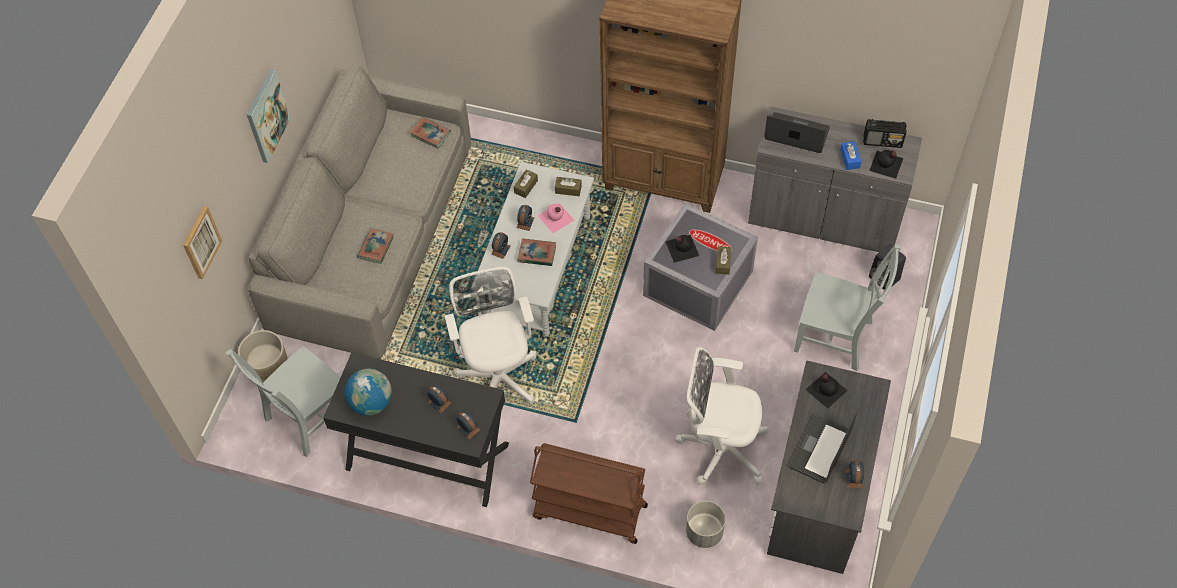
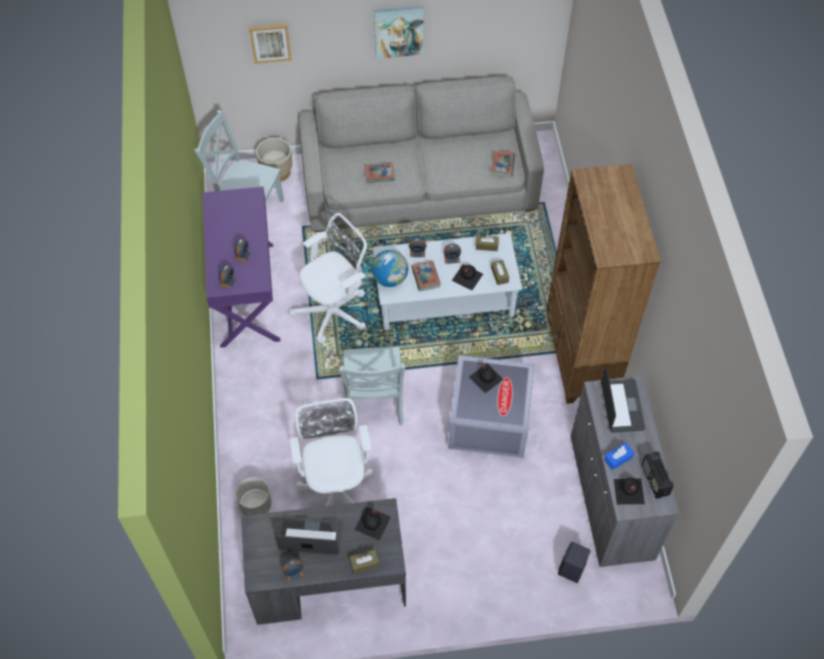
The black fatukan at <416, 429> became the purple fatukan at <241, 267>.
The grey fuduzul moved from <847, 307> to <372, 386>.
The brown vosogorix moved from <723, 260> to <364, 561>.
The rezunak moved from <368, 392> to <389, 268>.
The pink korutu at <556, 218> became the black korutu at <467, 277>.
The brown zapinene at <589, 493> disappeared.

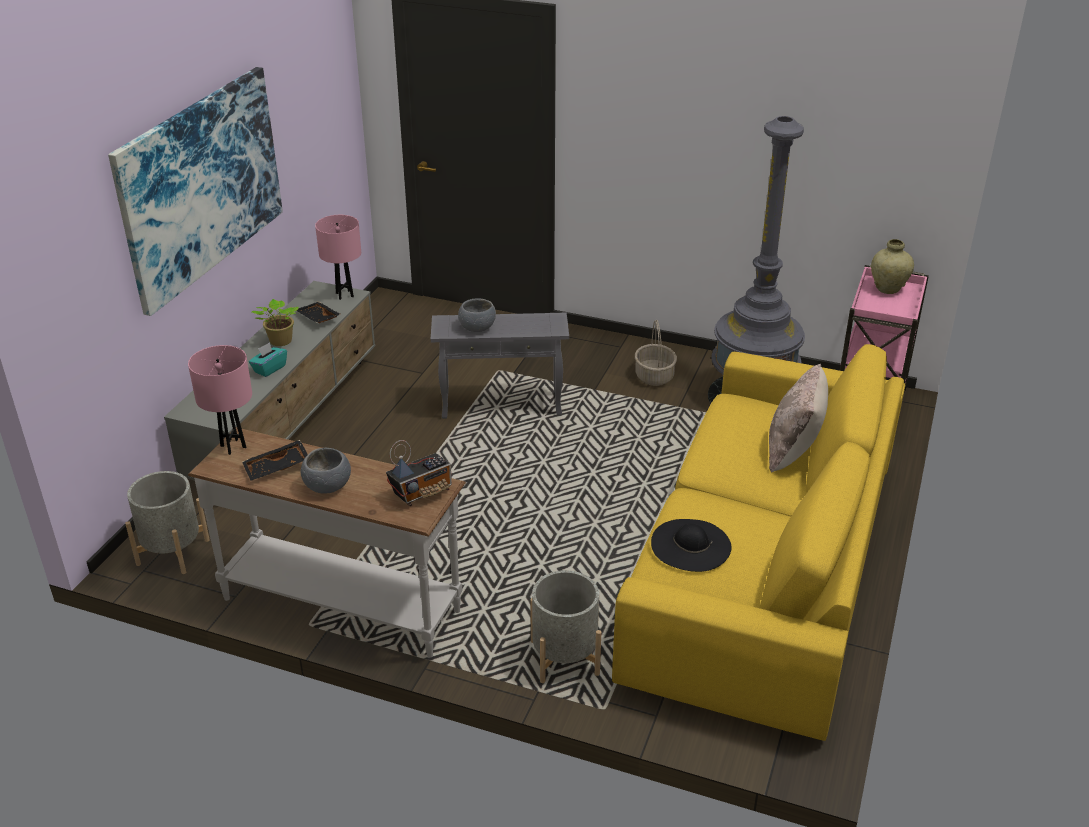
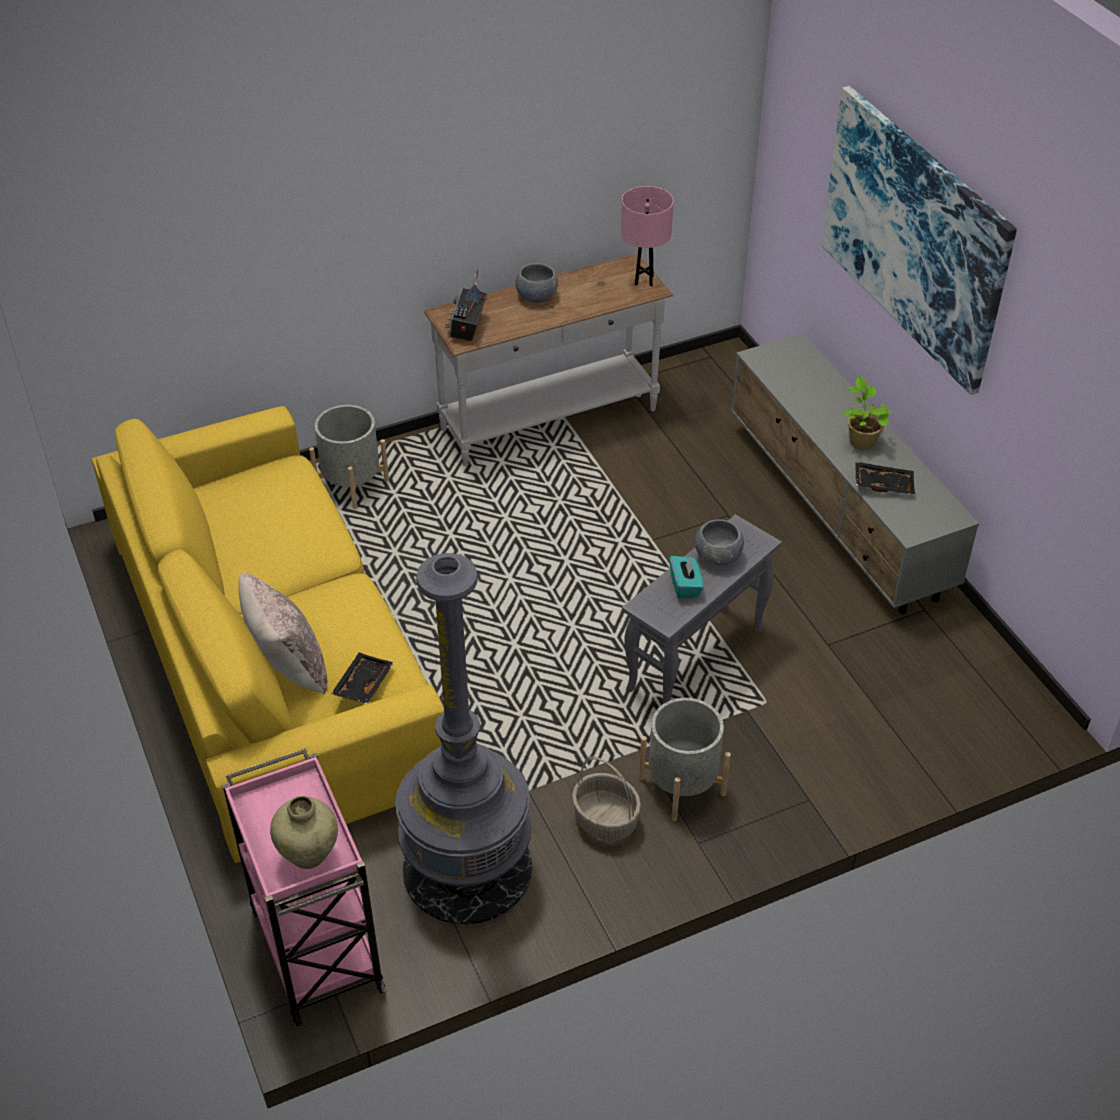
The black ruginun moved from <275, 460> to <362, 678>.
The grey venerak moved from <167, 522> to <685, 759>.
The turquoise vosogorix moved from <268, 359> to <686, 577>.
The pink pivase at <338, 257> disappeared.
The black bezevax at <691, 545> disappeared.

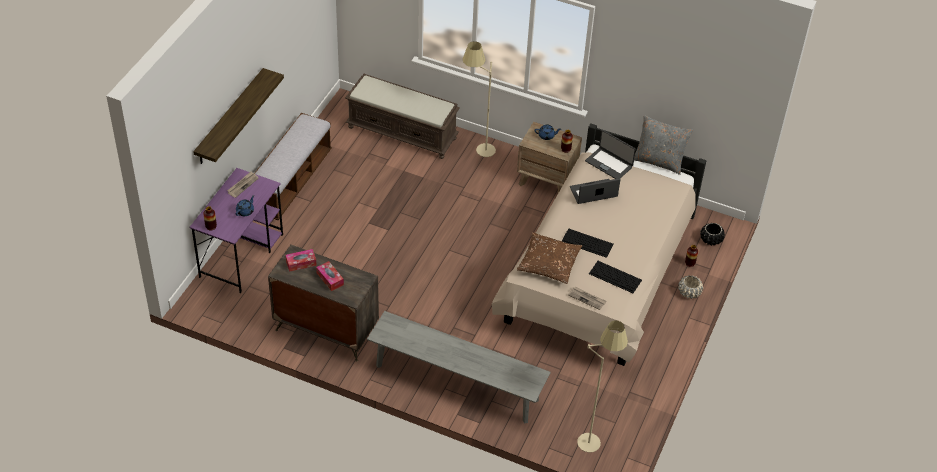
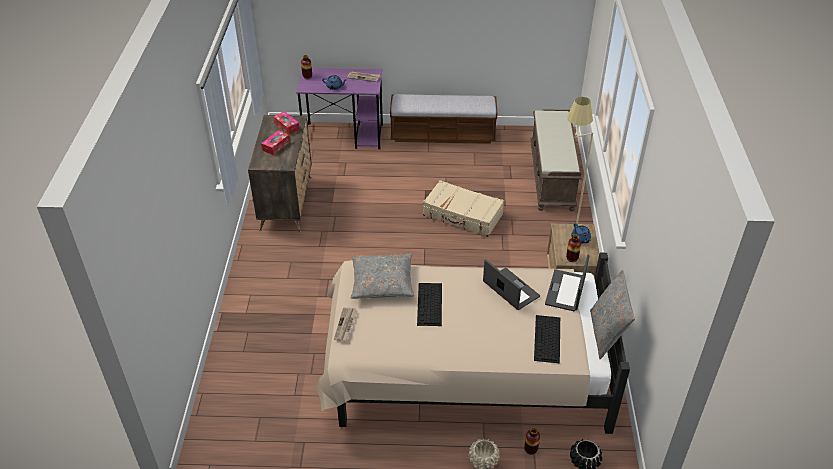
The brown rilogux at <549, 258> became the grey rilogux at <383, 276>.
The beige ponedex at <463, 208> appeared.
The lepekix moved from <615, 277> to <547, 339>.
The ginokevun at <238, 116> disappeared.
The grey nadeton at <459, 367> disappeared.
The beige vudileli at <602, 386> disappeared.

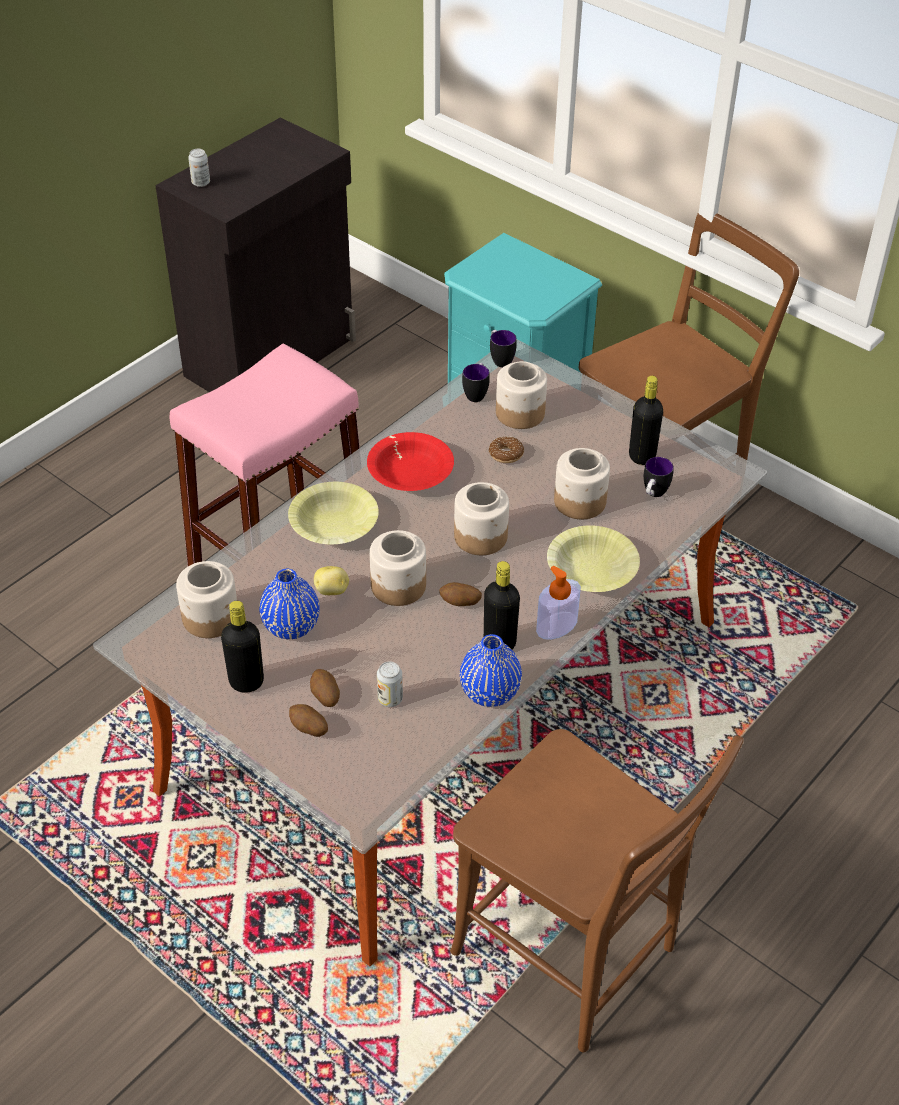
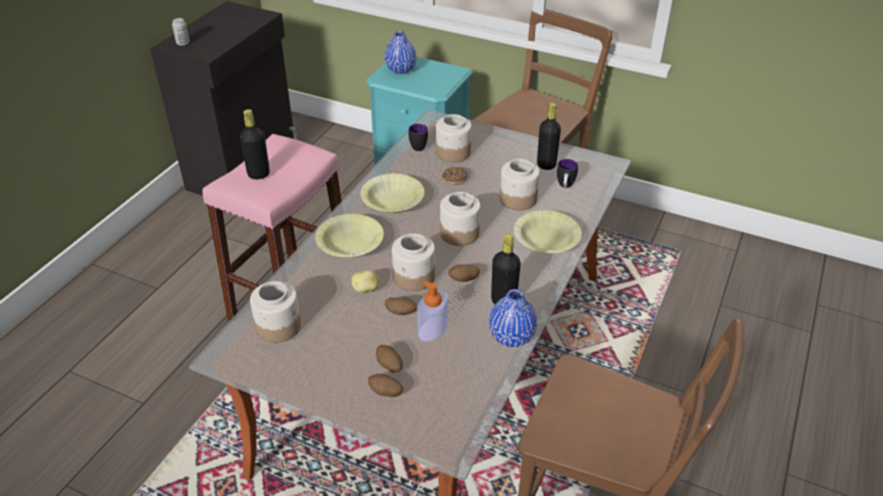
The black korutu moved from <242, 647> to <255, 144>.
The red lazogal at <410, 461> became the yellow lazogal at <392, 193>.
The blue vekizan moved from <289, 604> to <400, 52>.
The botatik at <401, 306> appeared.
The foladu moved from <558, 603> to <432, 311>.
The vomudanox at <390, 684> disappeared.
The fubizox at <503, 348> disappeared.

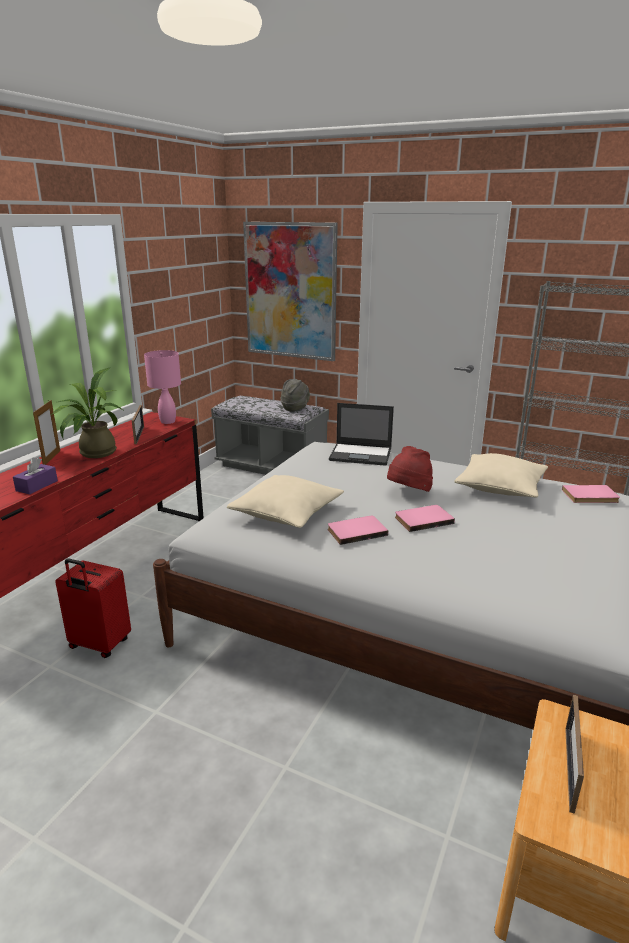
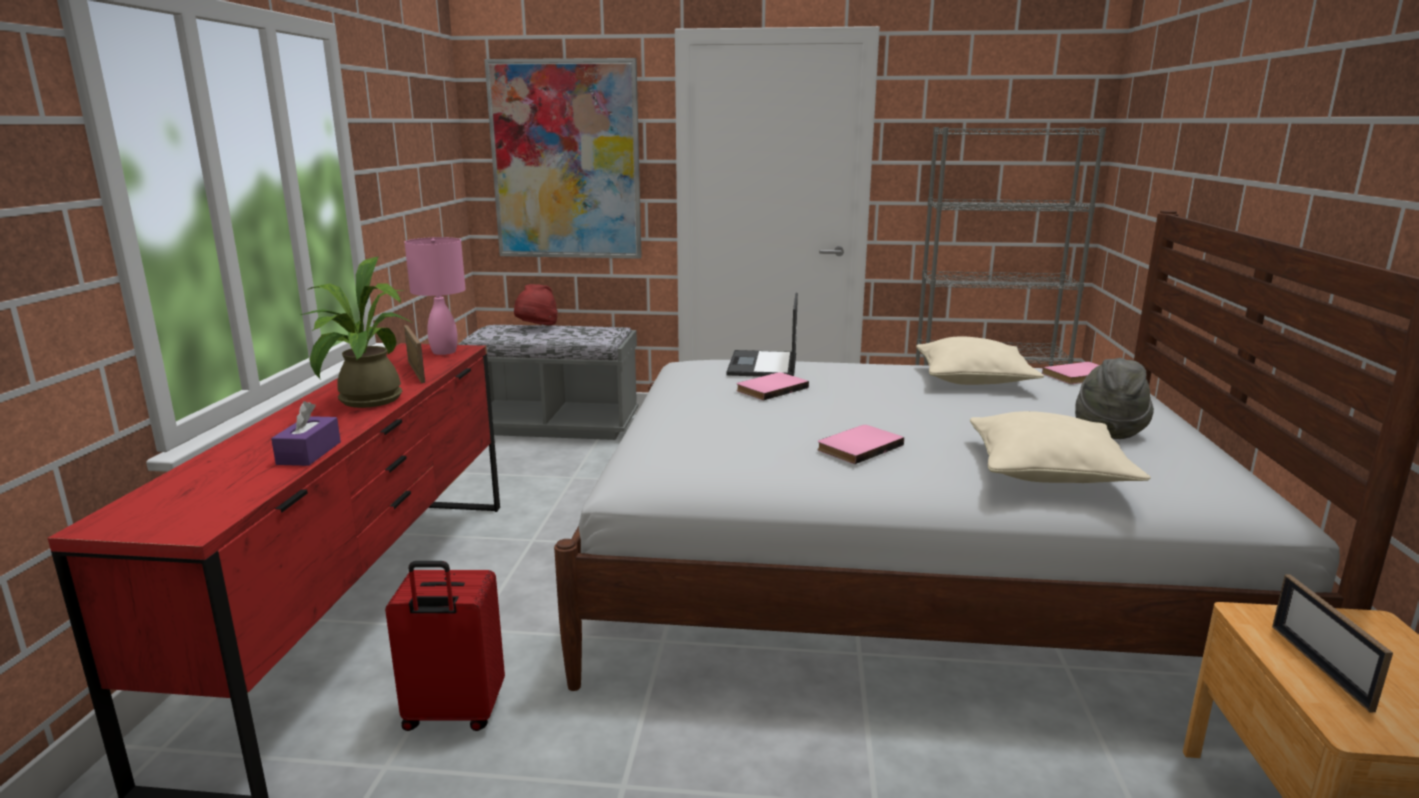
The red bezevax moved from <410, 469> to <536, 304>.
The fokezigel at <361, 434> turned 105 degrees clockwise.
The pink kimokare moved from <425, 518> to <772, 386>.
The beige rilogux moved from <285, 501> to <1060, 447>.
The grey bezevax moved from <295, 395> to <1114, 398>.
The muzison at <46, 432> disappeared.

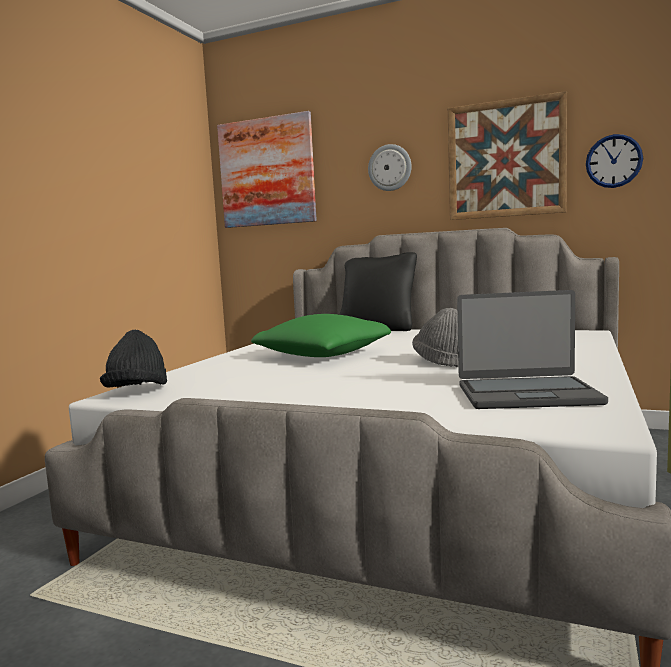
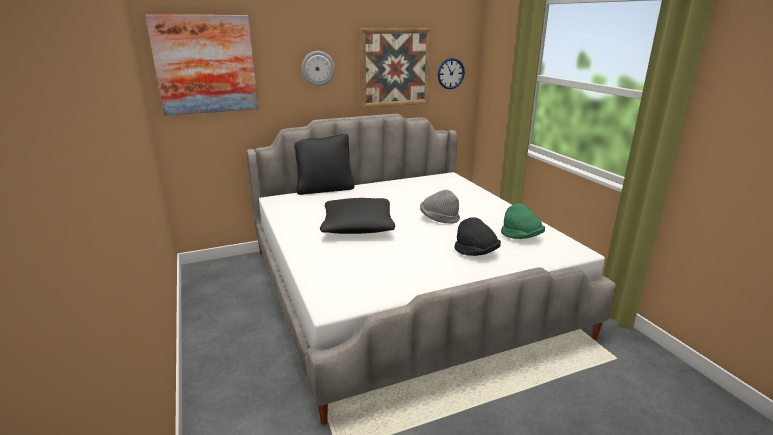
The green rilogux at <321, 335> became the black rilogux at <357, 216>.
The black bezevax moved from <133, 359> to <477, 236>.
The fokezigel at <532, 349> was replaced by the green bezevax at <523, 221>.

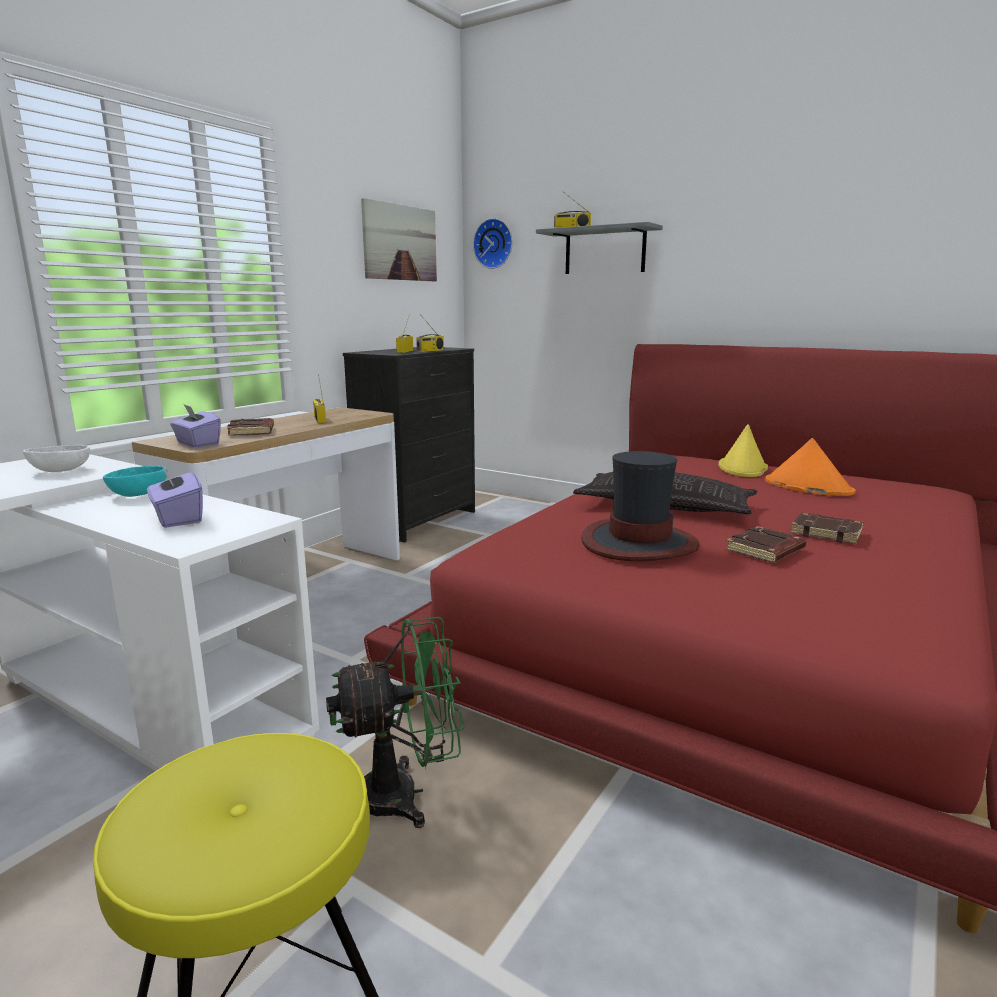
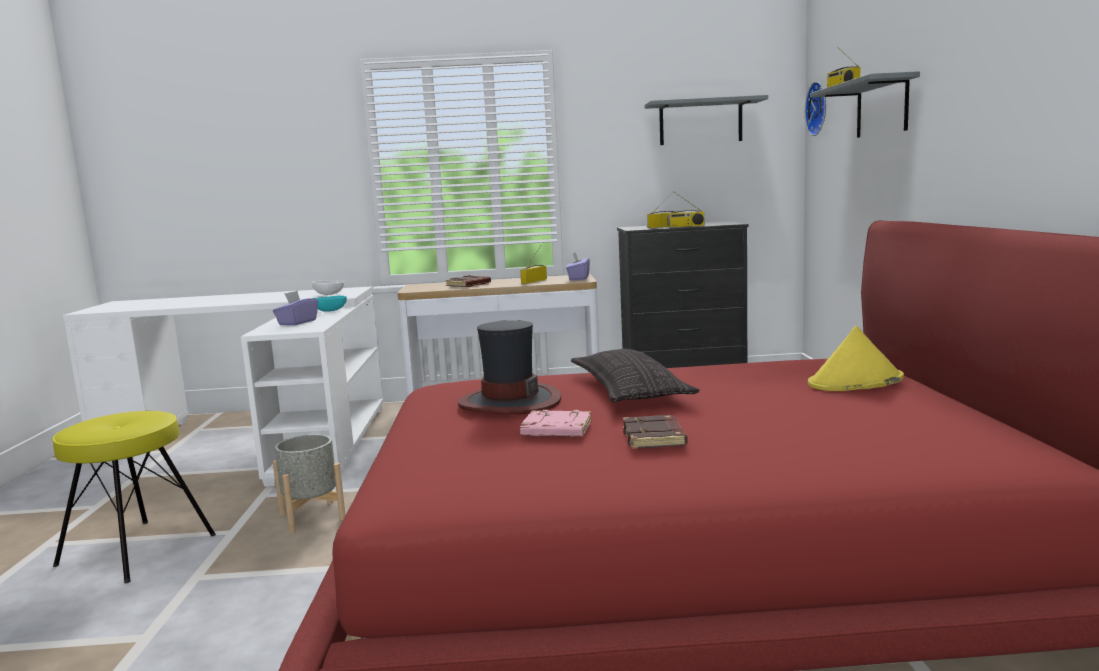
The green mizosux at <395, 722> was replaced by the grey venerak at <309, 483>.
The brown kimokare at <766, 544> became the pink kimokare at <555, 423>.
The purple vosogorix moved from <195, 426> to <578, 266>.
The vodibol at <399, 239> was replaced by the grey ginokevun at <706, 120>.
The orange bezevax at <810, 467> disappeared.

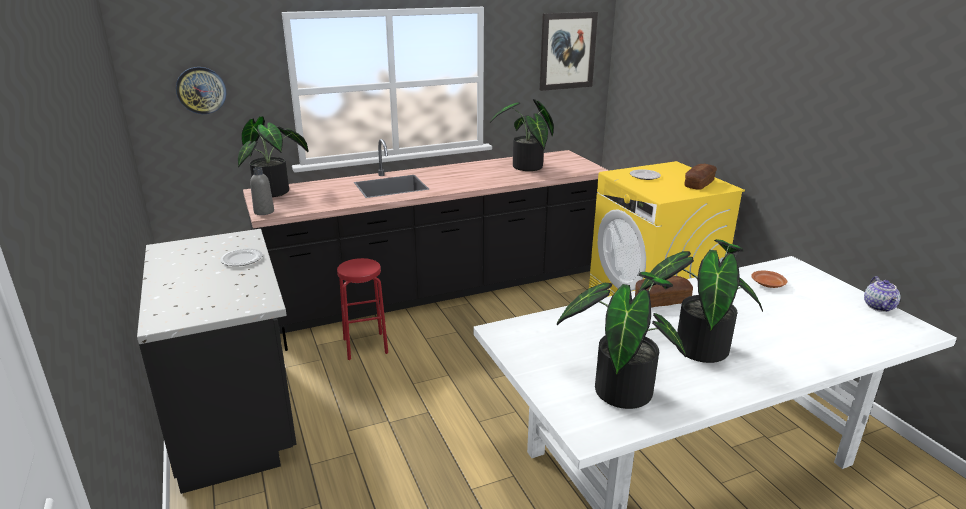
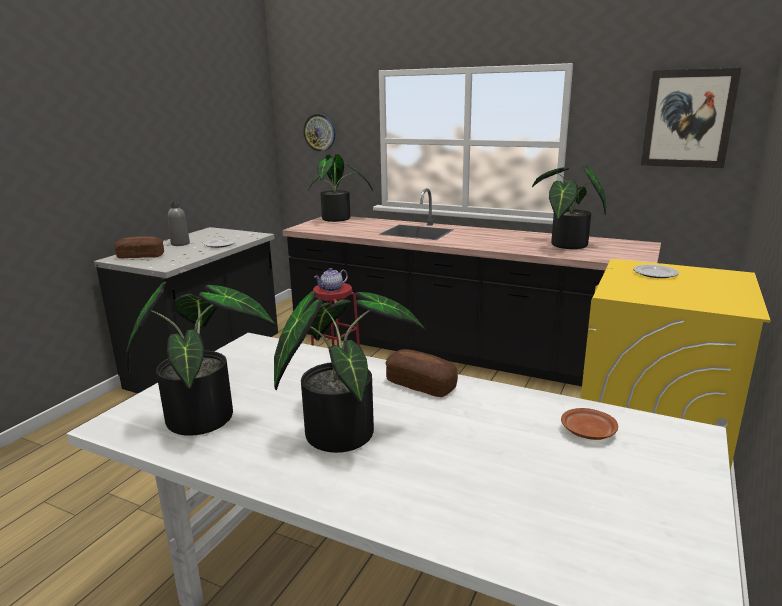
The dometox moved from <700, 177> to <139, 247>.
The grey korutu moved from <262, 191> to <179, 224>.
The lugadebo moved from <882, 294> to <331, 280>.

